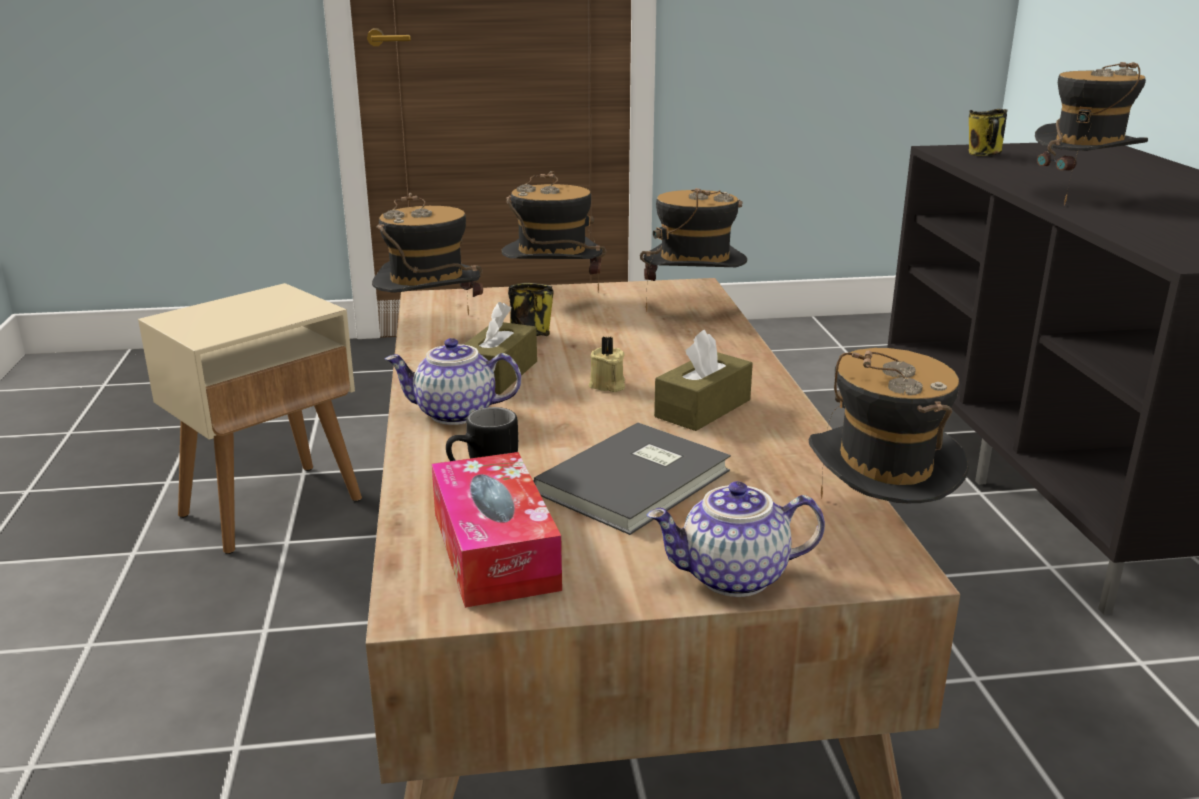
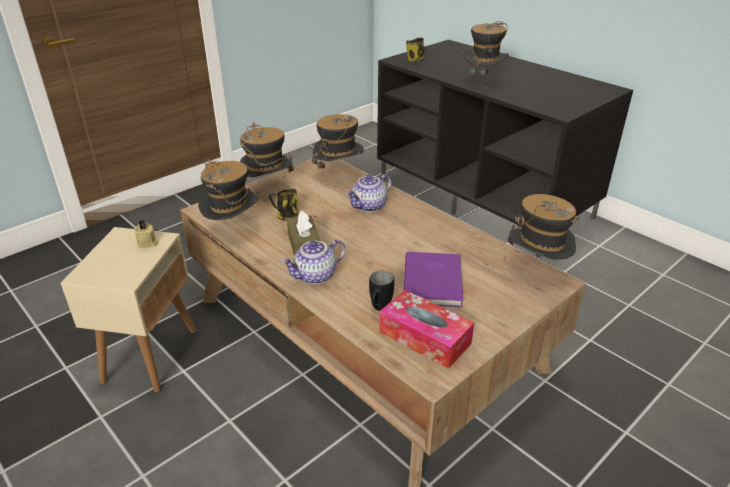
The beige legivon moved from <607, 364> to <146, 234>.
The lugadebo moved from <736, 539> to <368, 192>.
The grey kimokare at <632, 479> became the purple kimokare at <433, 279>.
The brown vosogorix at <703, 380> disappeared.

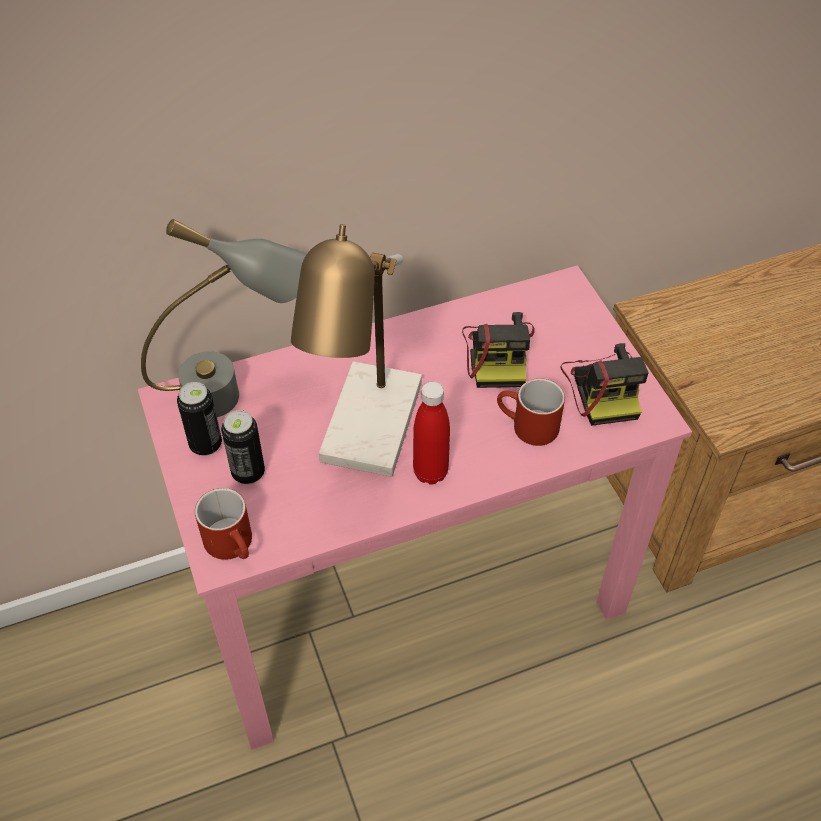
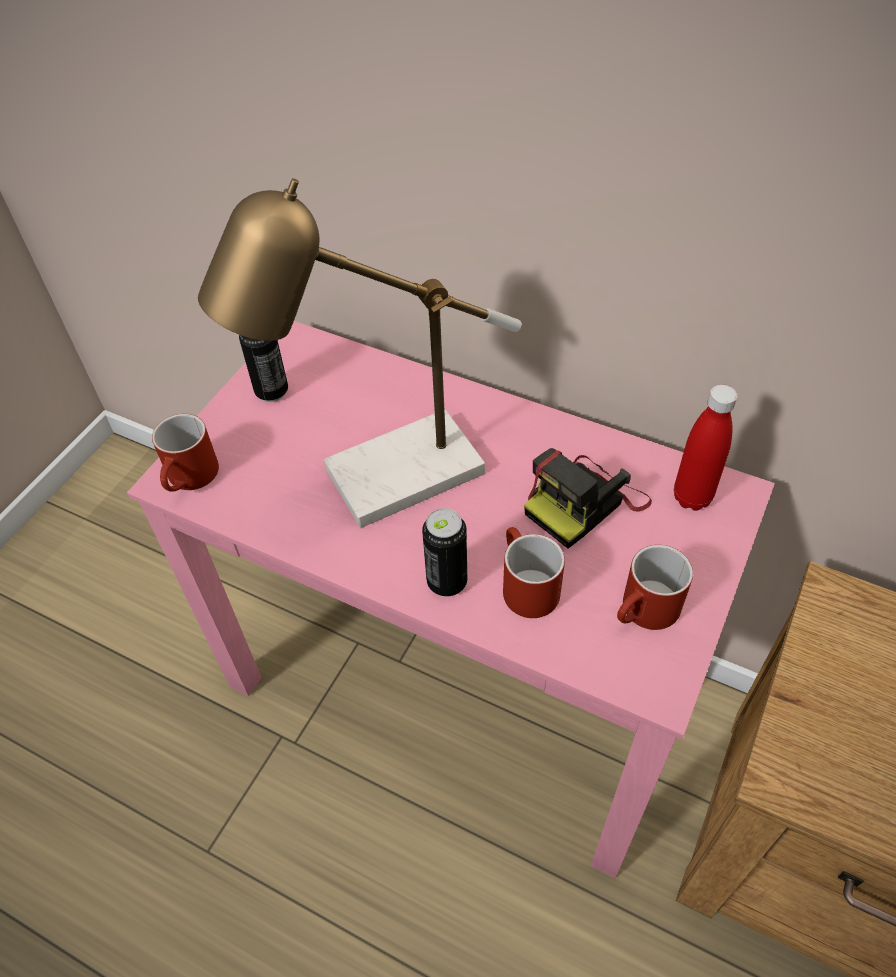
The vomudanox moved from <243, 447> to <444, 552>.
The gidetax at <605, 384> was replaced by the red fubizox at <655, 587>.
The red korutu moved from <431, 433> to <706, 447>.
The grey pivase at <224, 318> disappeared.

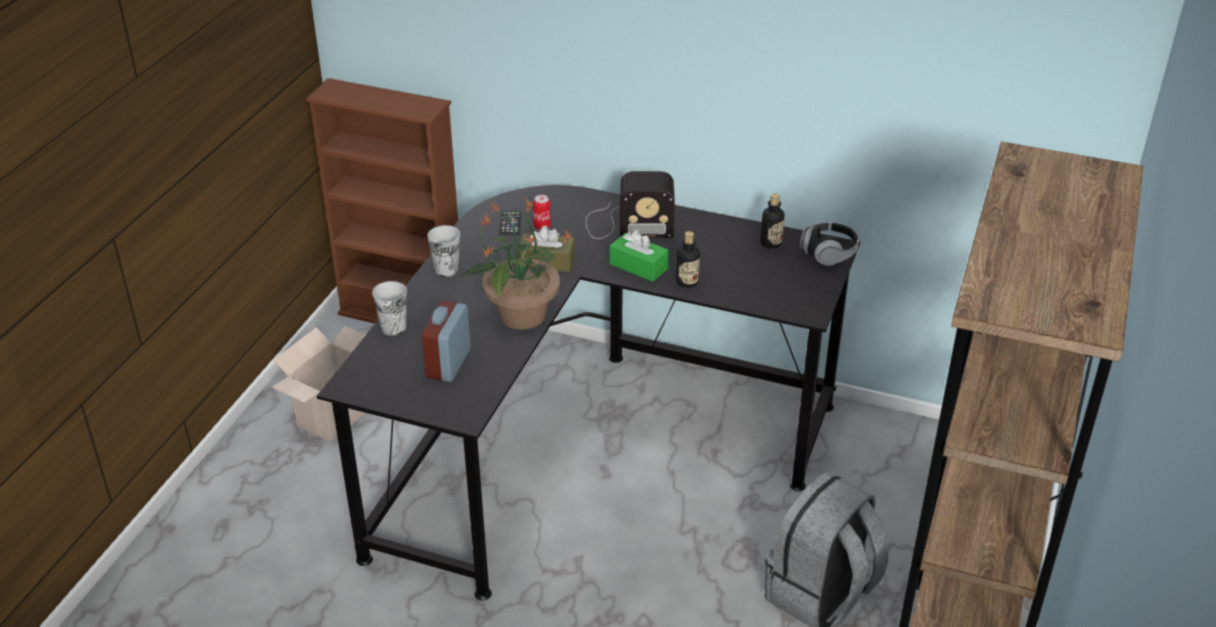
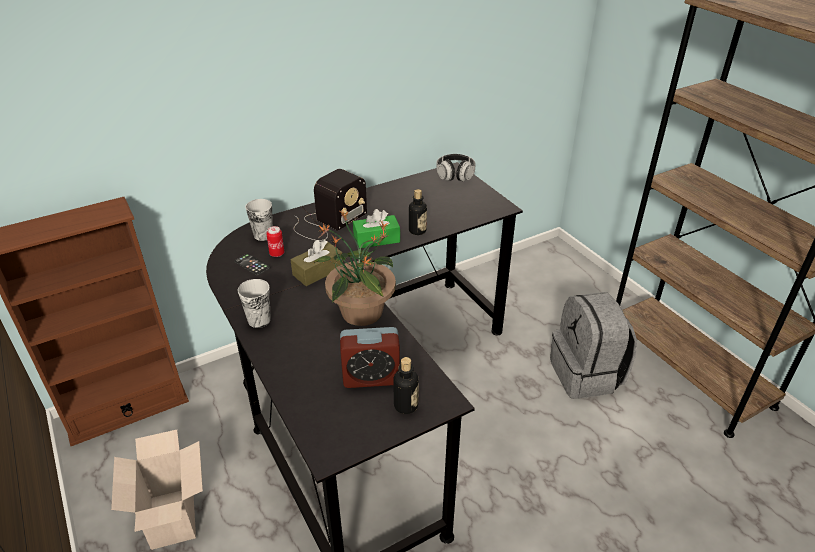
The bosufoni moved from <389, 308> to <259, 220>.
The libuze at <446, 341> turned 60 degrees counterclockwise.
The korutu moved from <772, 221> to <406, 385>.

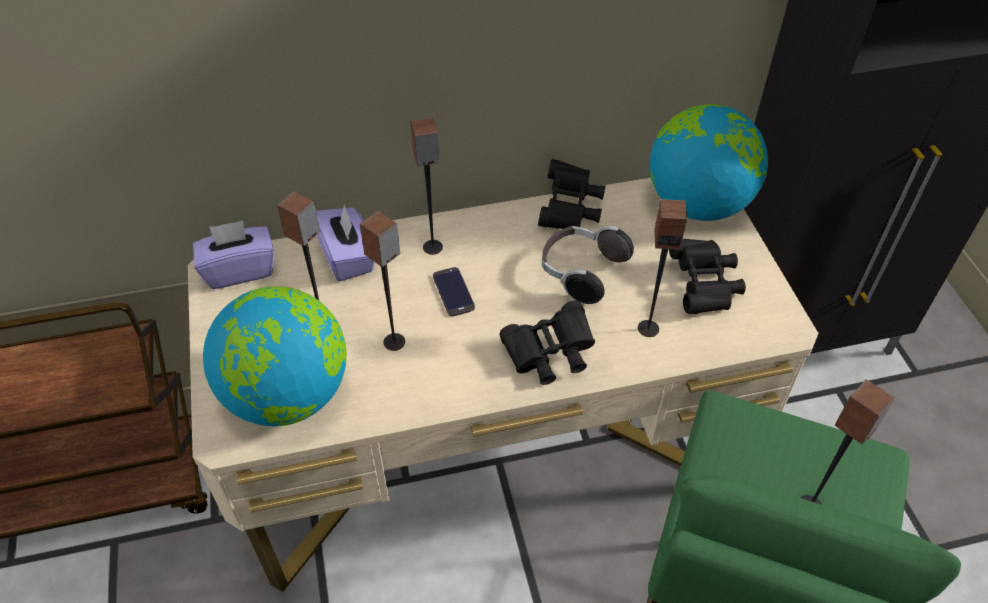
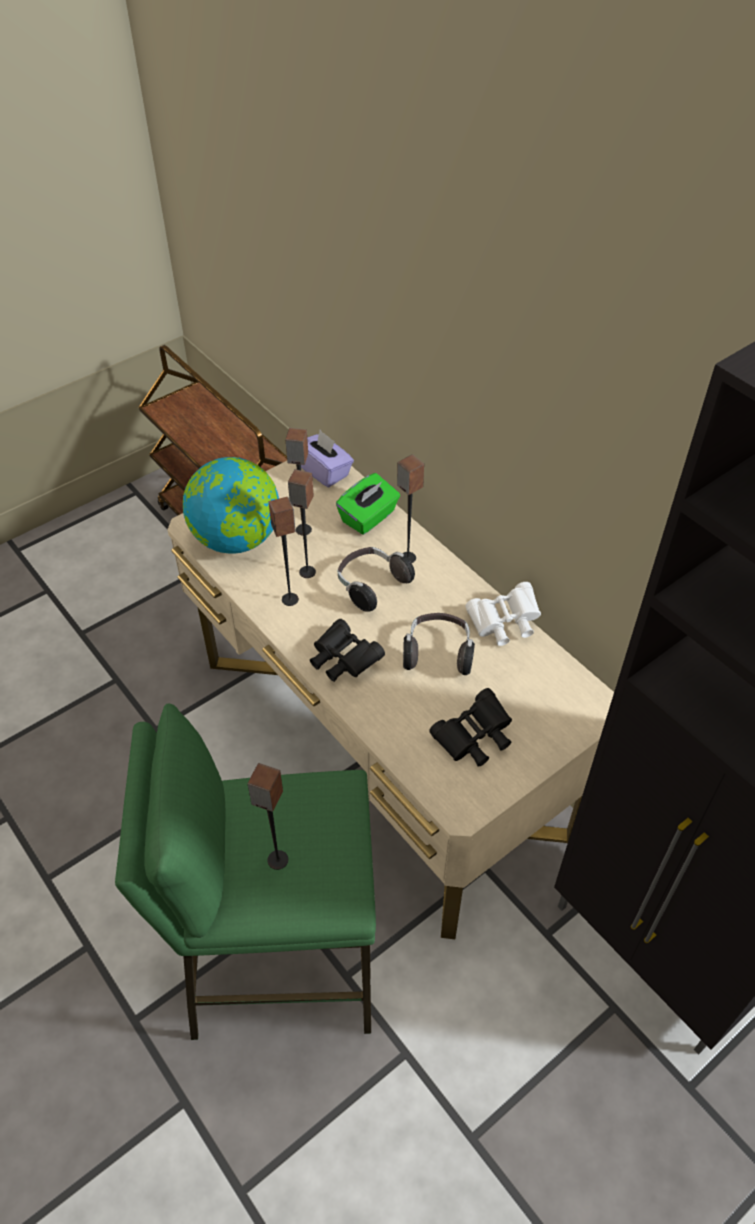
The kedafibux moved from <662, 268> to <284, 551>.
The purple vosogorix at <345, 242> became the green vosogorix at <368, 504>.
The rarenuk at <454, 291> was replaced by the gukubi at <376, 579>.
The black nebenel at <571, 194> became the white nebenel at <503, 614>.
The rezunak at <709, 162> disappeared.

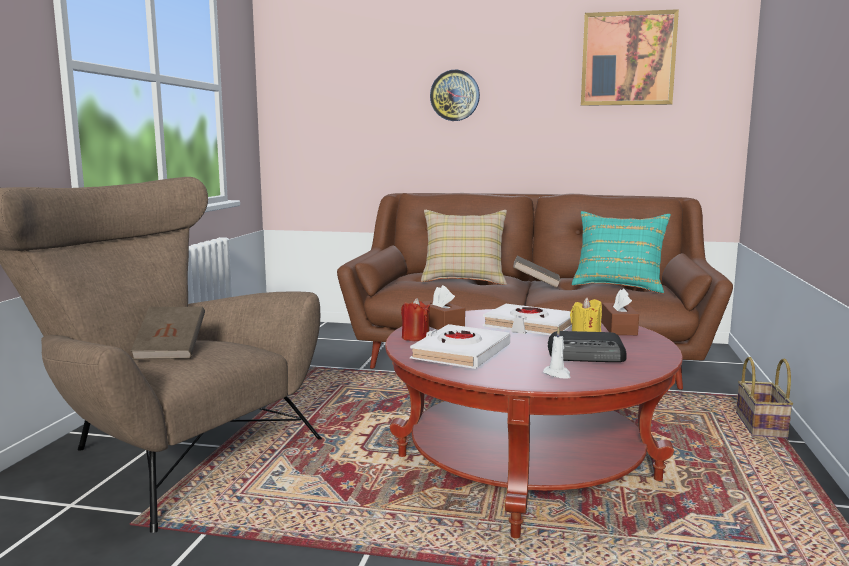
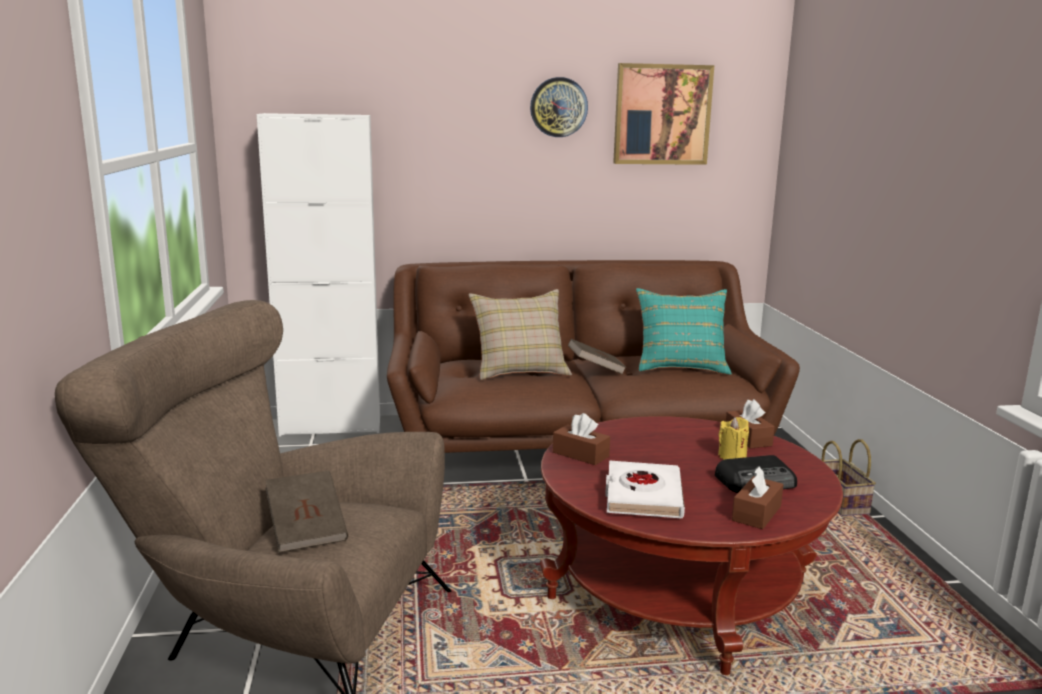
The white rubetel at <318, 274> appeared.
The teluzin moved from <455, 95> to <559, 107>.
The white legivon at <557, 353> was replaced by the brown vosogorix at <758, 497>.
The red legivon at <415, 319> disappeared.
The white kimokare at <527, 319> disappeared.

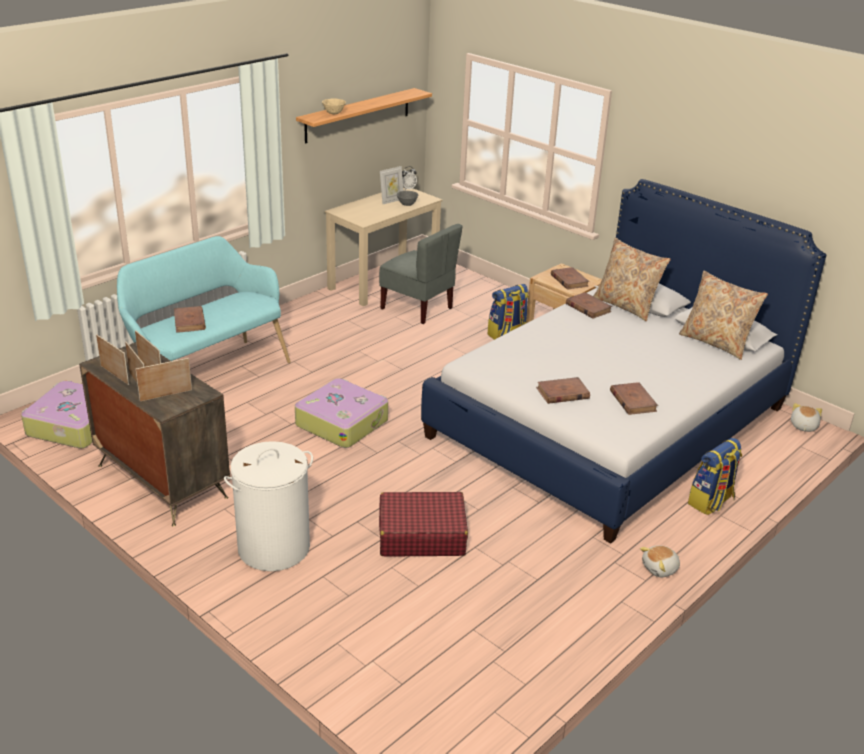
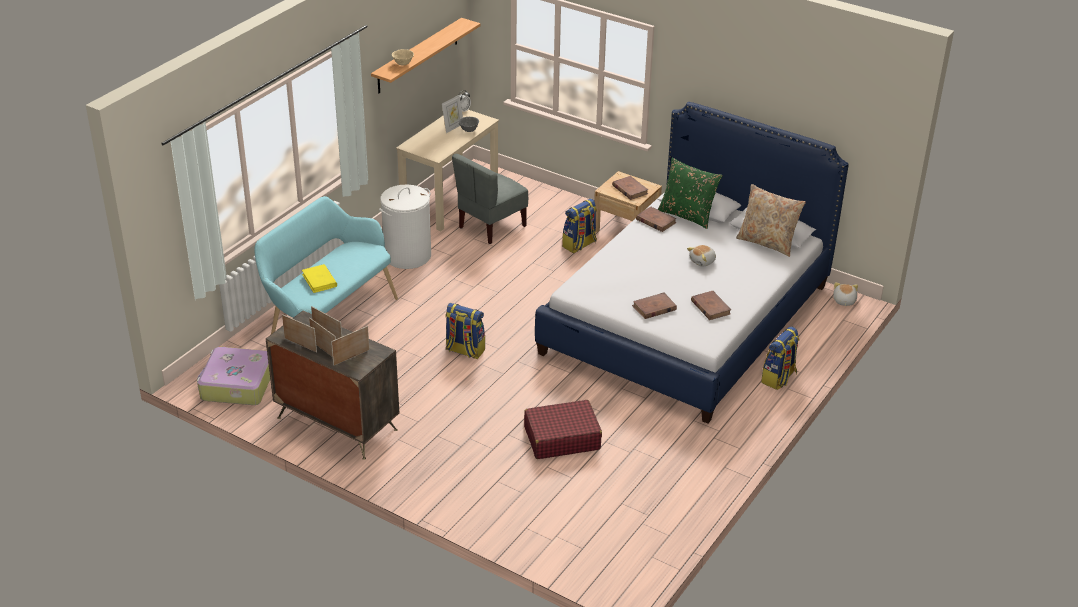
The brown kimokare at <190, 319> became the yellow kimokare at <319, 278>.
The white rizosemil moved from <268, 506> to <405, 227>.
The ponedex at <341, 413> was replaced by the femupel at <465, 331>.
The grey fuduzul at <420, 274> turned 105 degrees clockwise.
The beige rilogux at <632, 279> became the green rilogux at <690, 193>.
The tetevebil moved from <660, 561> to <701, 256>.

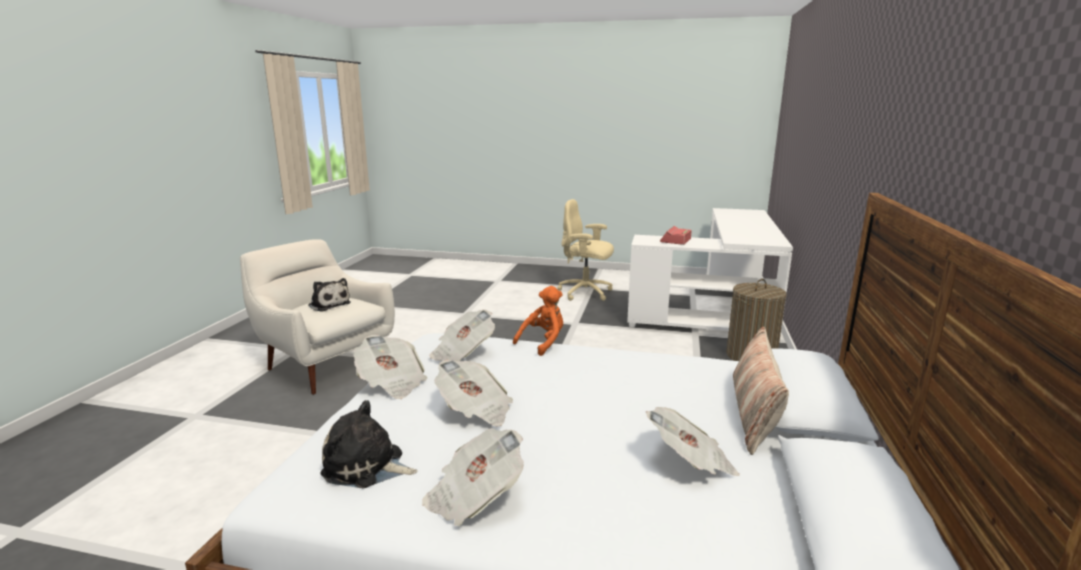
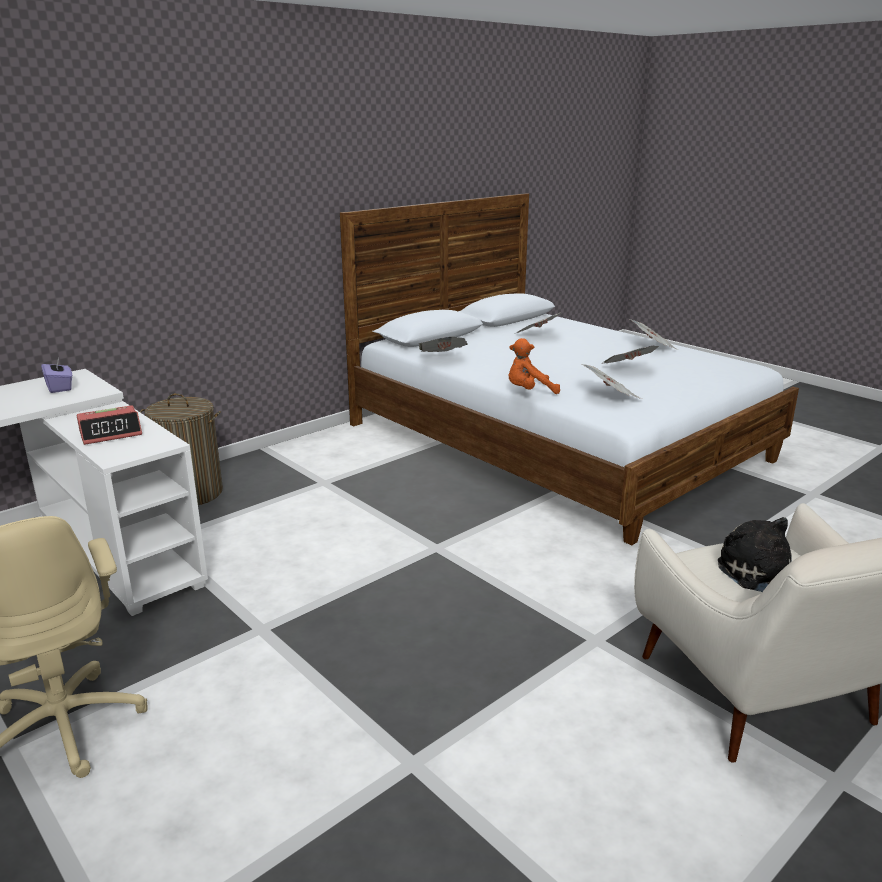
The purple vosogorix at <56, 375> appeared.
The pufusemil moved from <390, 367> to <443, 344>.
The tetevebil at <369, 444> disappeared.
The rilogux at <761, 391> disappeared.

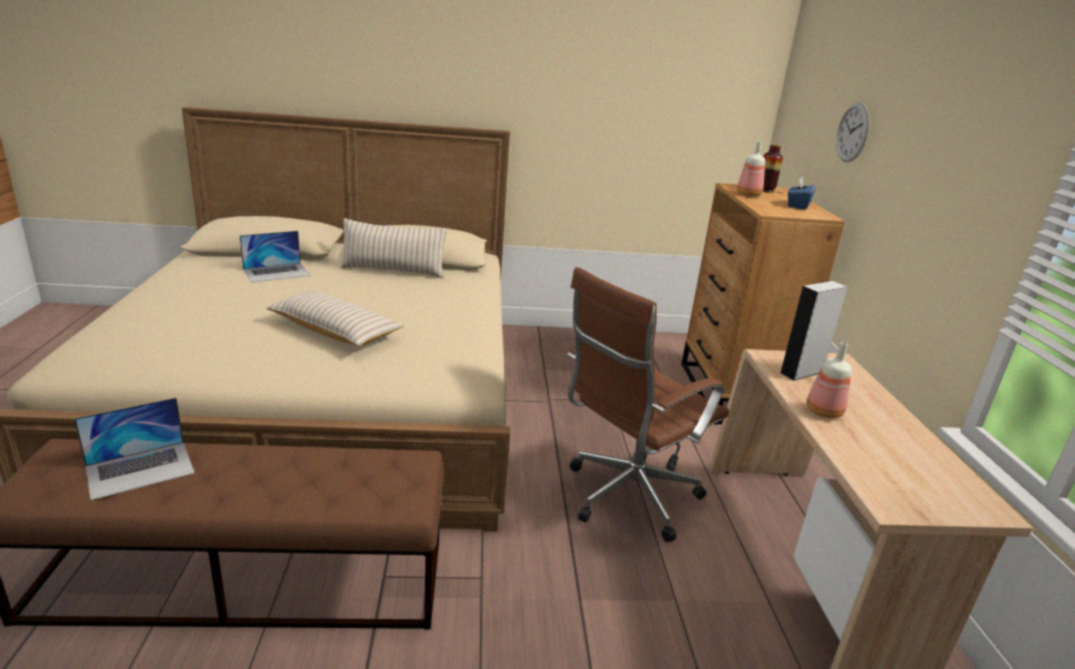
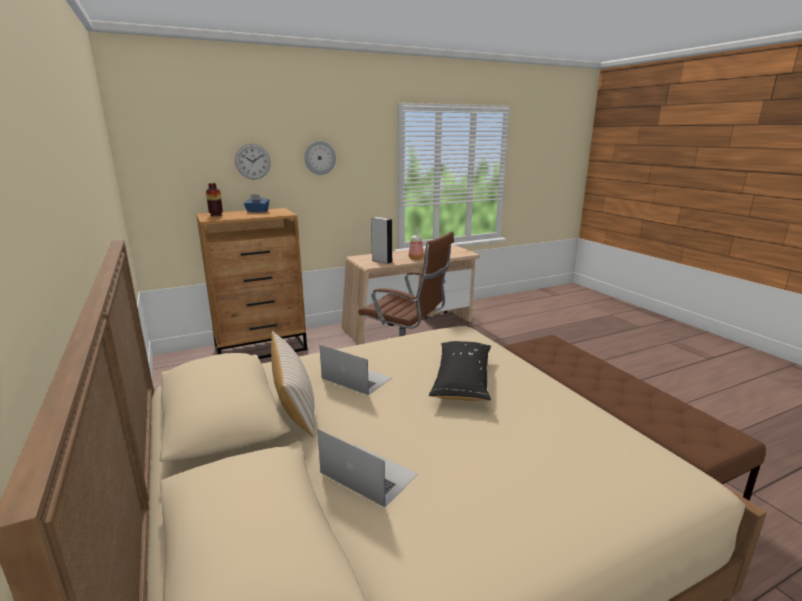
The teluzin at <320, 158> appeared.
The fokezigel moved from <134, 449> to <356, 370>.
The beige rilogux at <335, 318> became the black rilogux at <460, 371>.
The korutu at <751, 169> disappeared.

